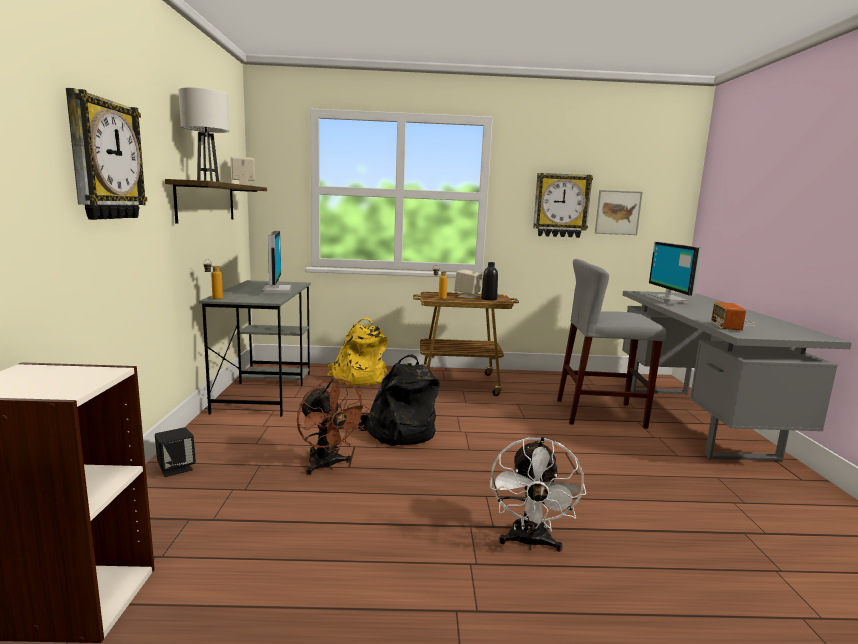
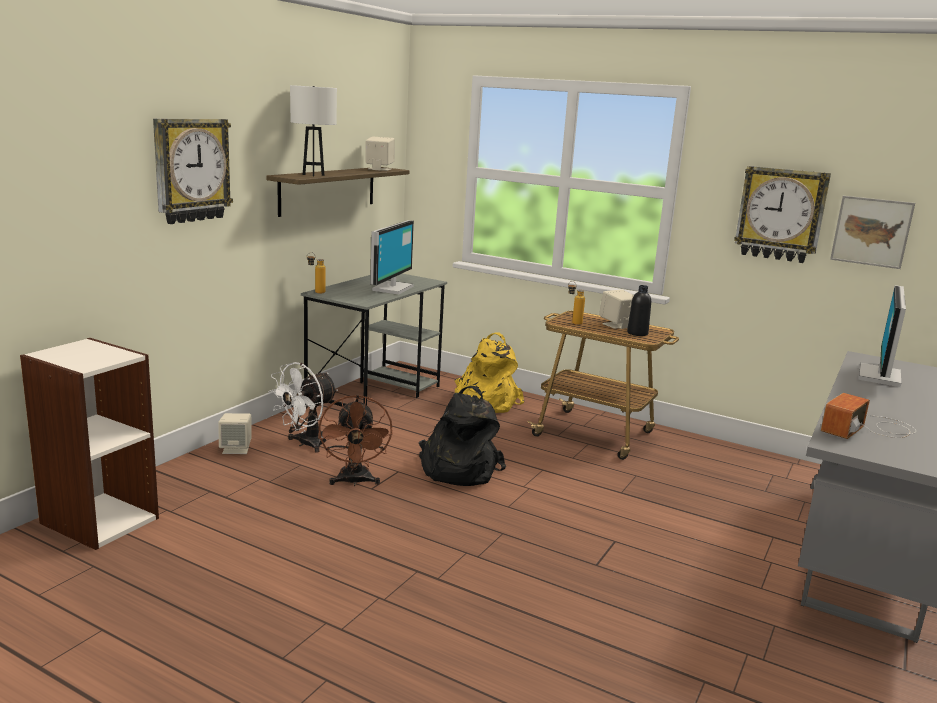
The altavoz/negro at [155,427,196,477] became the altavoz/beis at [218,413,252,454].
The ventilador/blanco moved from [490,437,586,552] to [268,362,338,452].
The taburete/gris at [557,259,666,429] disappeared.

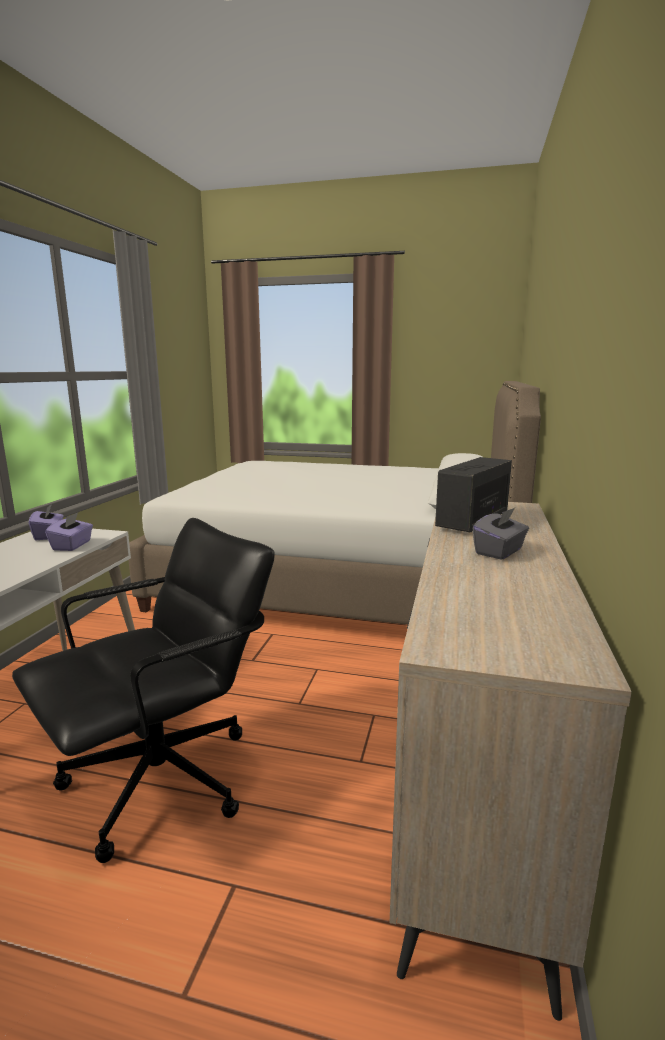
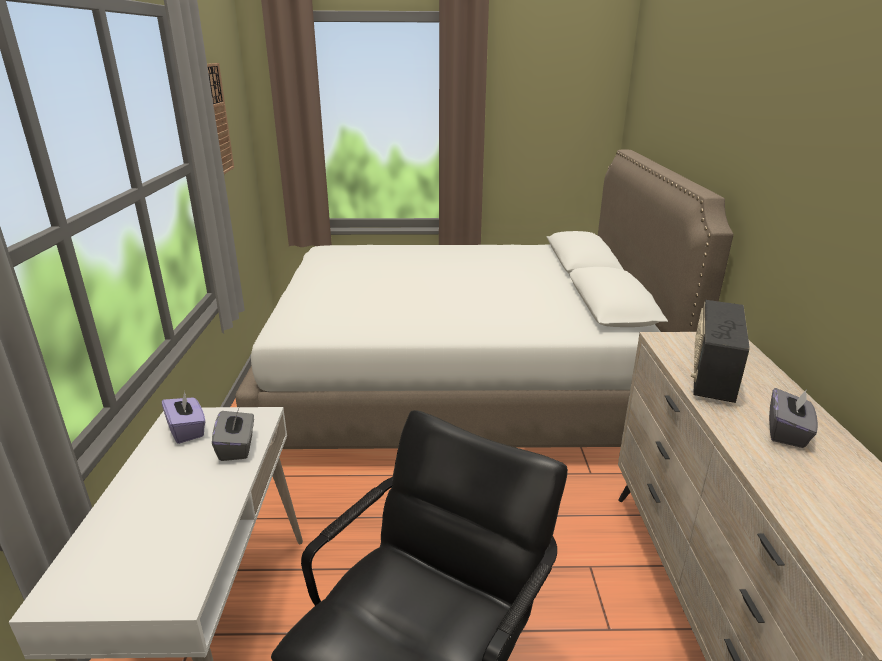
The caja de pañuelos/morado at [45,512,93,551] became the caja de pañuelos/gris at [212,406,254,461].
The reloj de pared at [207,63,234,174] appeared.

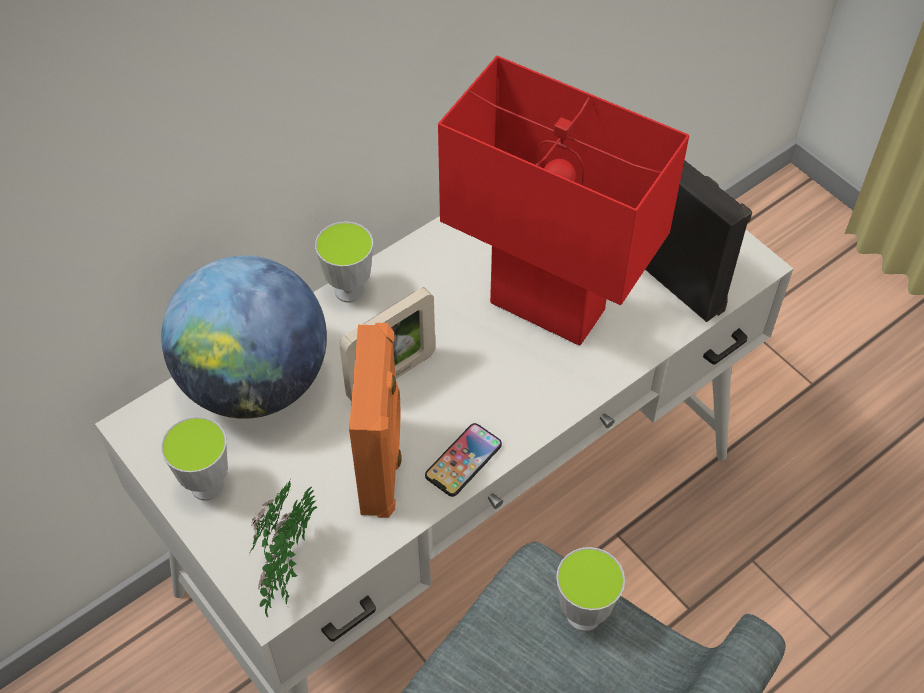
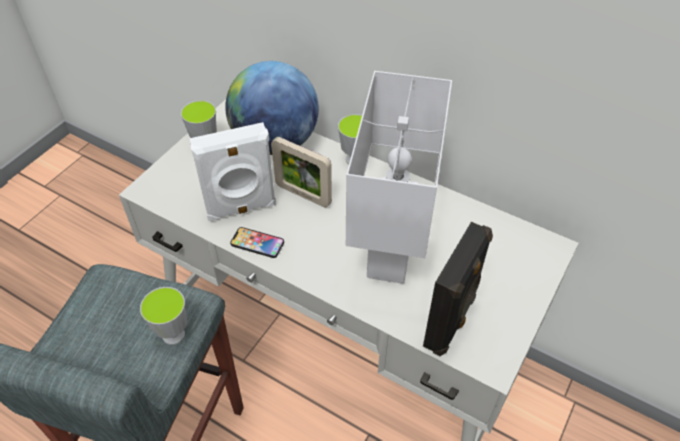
The planta en maceta at [250,479,317,618] disappeared.
The altavoz/naranja at [349,323,402,518] became the altavoz/blanco at [189,122,276,221].
The lámpara de mesa/rojo at [438,56,689,345] became the lámpara de mesa/blanco at [346,71,452,284].

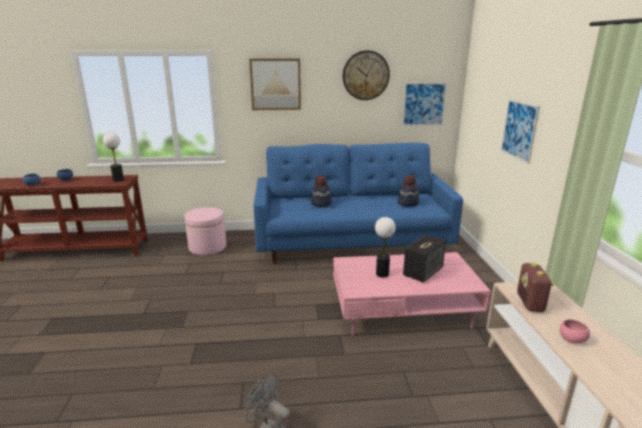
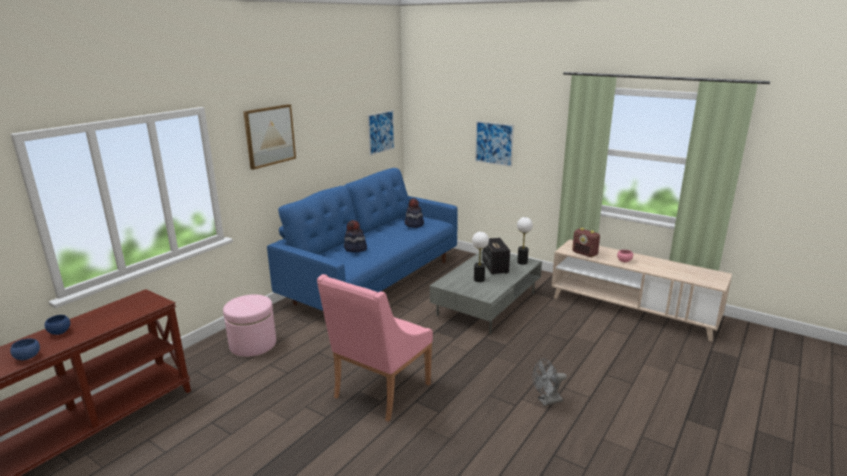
The lámpara de mesa moved from [103,132,124,182] to [517,217,533,265].
The mesa de centro/rosa at [333,252,491,336] became the mesa de centro/gris at [430,250,542,334].
The reloj de pared at [343,50,390,100] disappeared.
The sillón/rosa at [317,274,433,422] appeared.

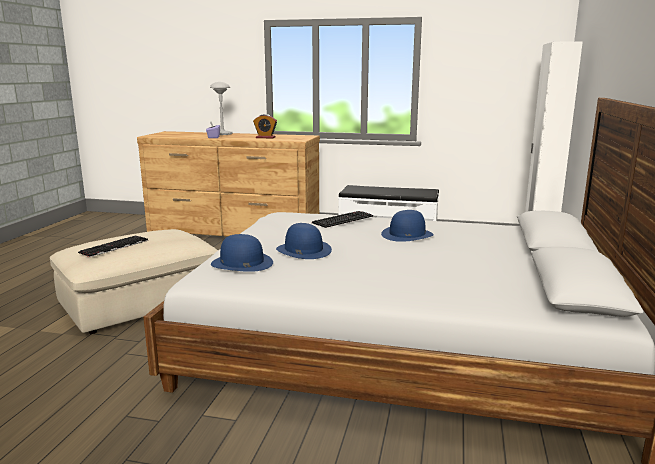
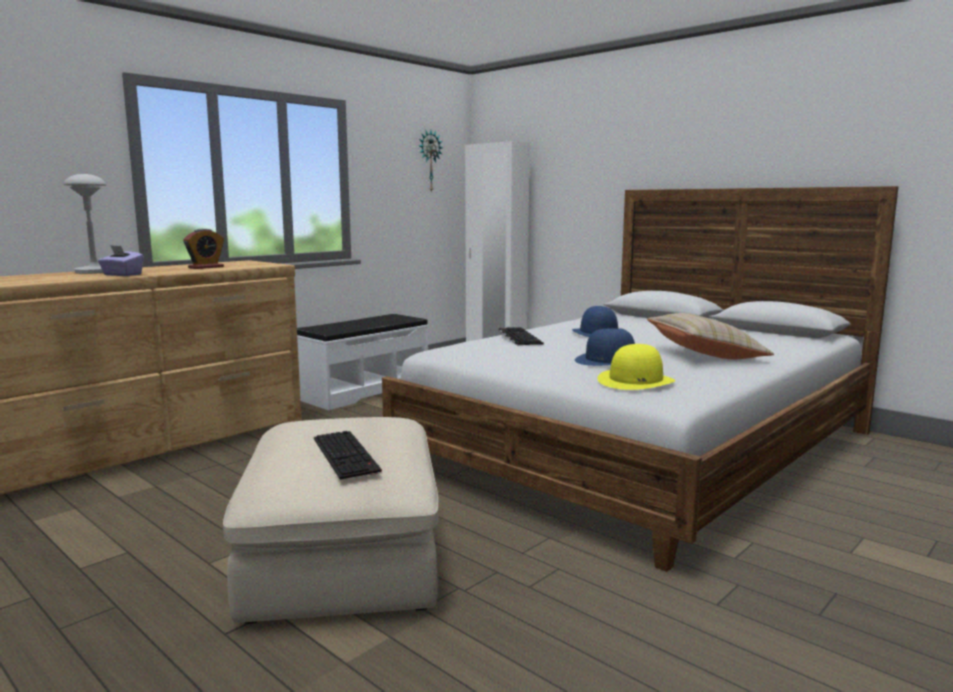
The sombrero/azul at [211,234,273,272] became the sombrero/amarillo at [597,344,675,390].
The reloj de pared at [419,130,443,193] appeared.
The cojín/beis at [647,313,774,359] appeared.

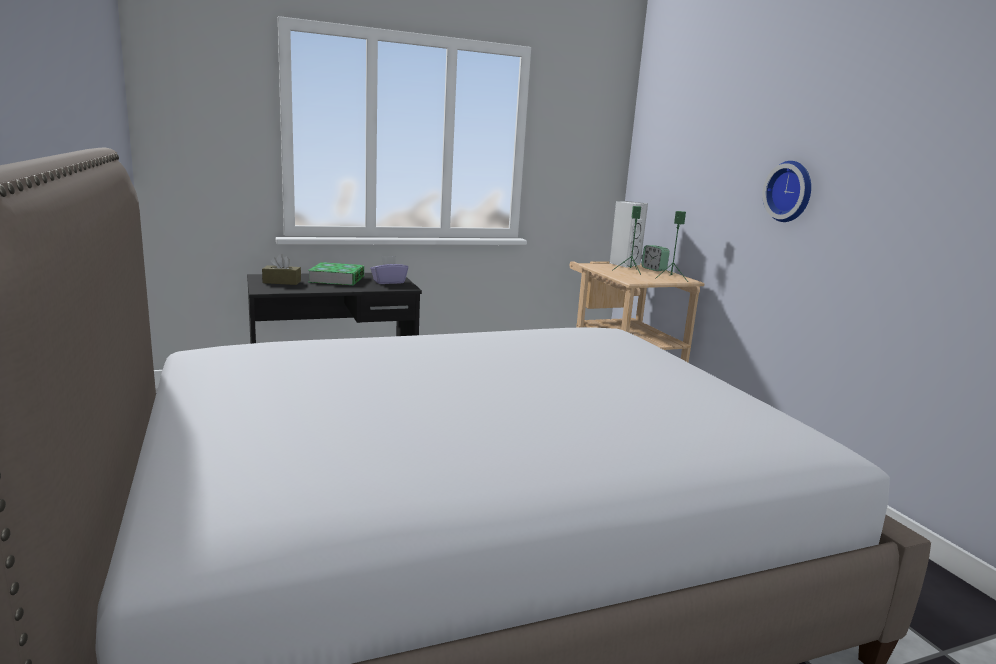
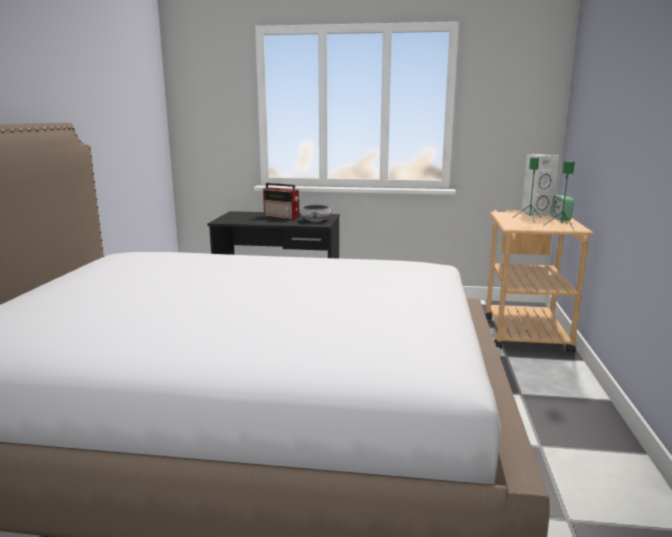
The caja de pañuelos/marrón at [262,254,301,285] disappeared.
The libro at [308,262,364,285] was replaced by the radio at [263,183,300,219].
The caja de pañuelos/morado at [370,256,408,284] was replaced by the cuenco at [299,205,333,221].
The reloj de pared at [762,161,811,222] disappeared.

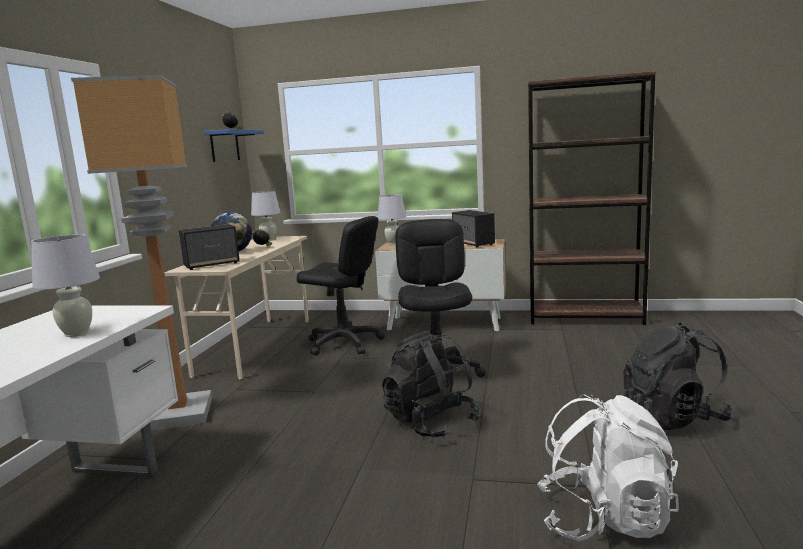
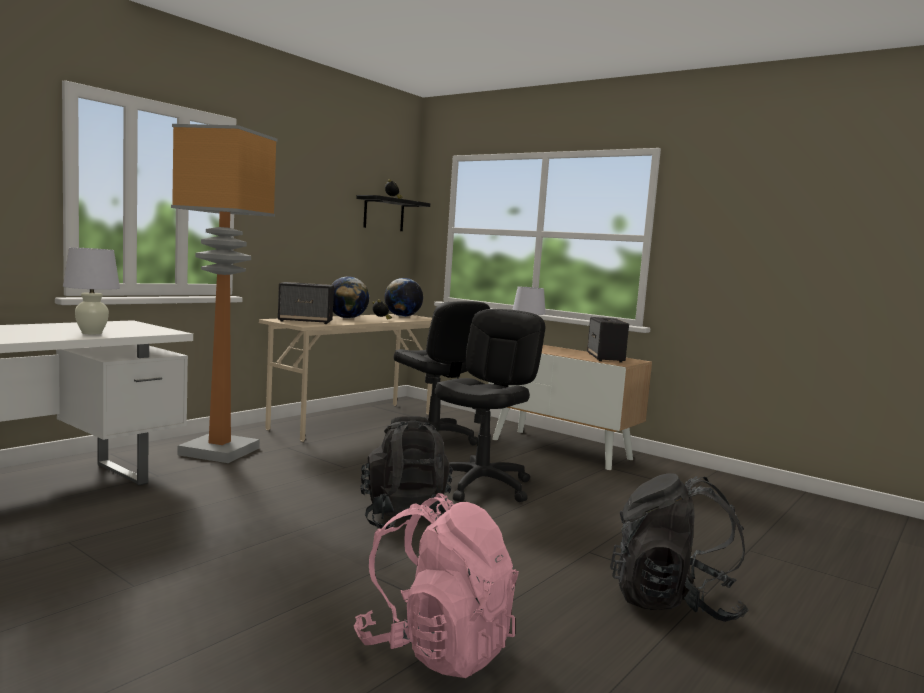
The estante/azul at [203,129,264,162] became the estante/negro at [356,195,430,231].
The lámpara de mesa/blanco at [251,191,281,241] was replaced by the globo terráqueo at [384,278,423,317].
The estantería/marrón at [528,71,656,325] disappeared.
The mochila/blanco at [537,395,679,541] became the mochila/rosa at [354,493,519,678].

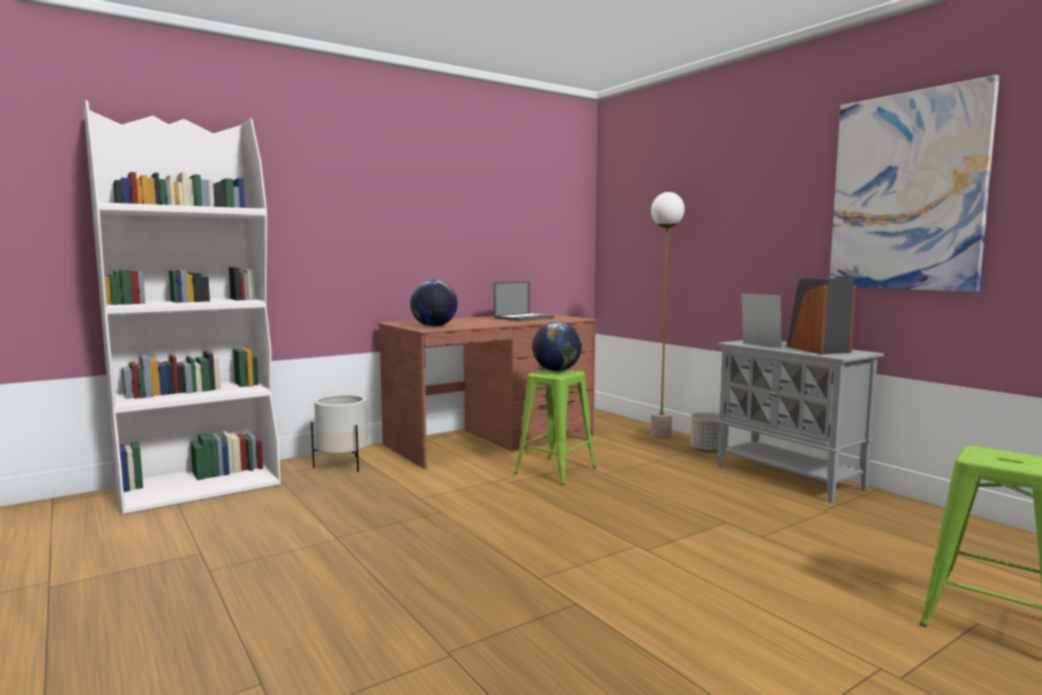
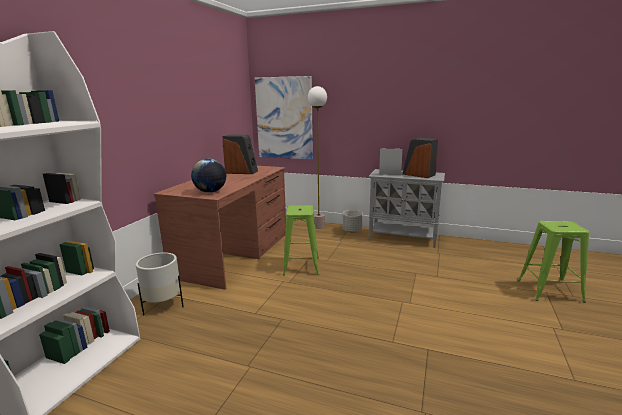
The portátil at [494,281,555,321] was replaced by the altavoz at [223,135,258,174].
The globo terráqueo at [532,322,582,371] disappeared.
The cuadro moved from [830,75,1000,292] to [255,76,313,160].

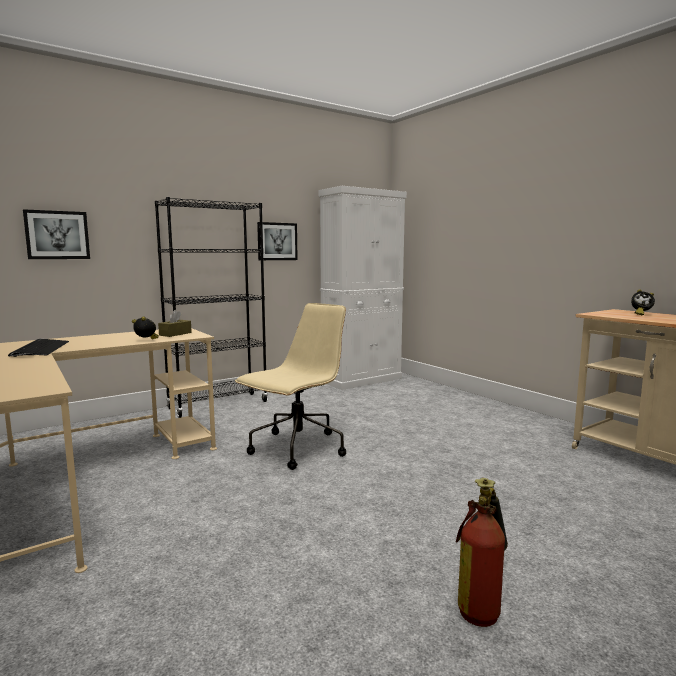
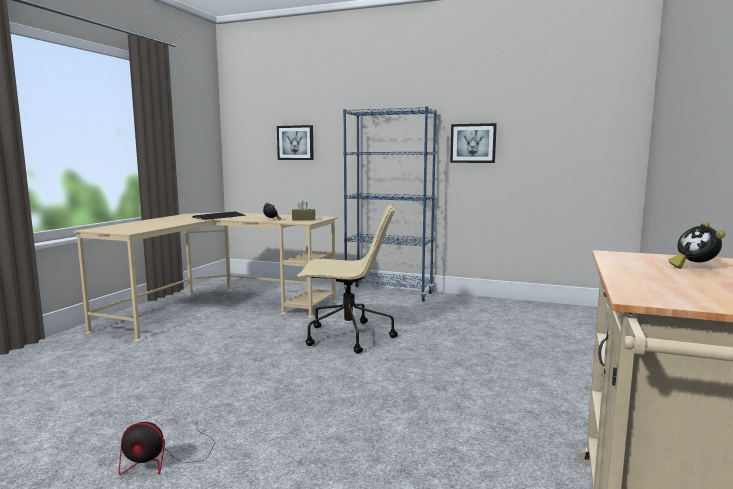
The estantería/negro at [155,197,268,418] became the estantería/azul at [343,106,437,302].
The armario/blanco at [319,186,407,390] disappeared.
The extintor at [456,478,508,627] was replaced by the ventilador at [118,420,215,475].

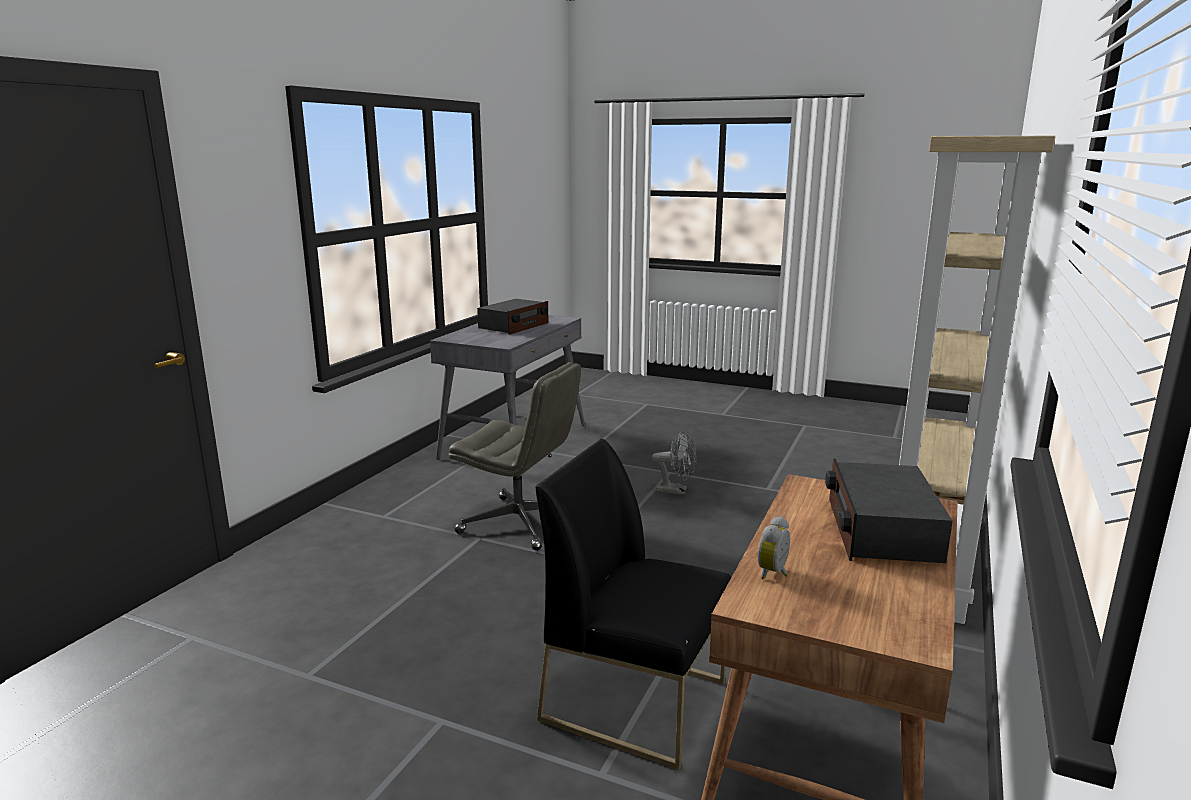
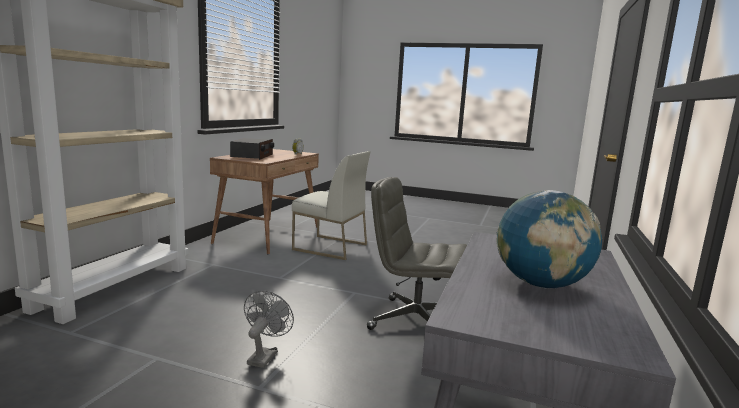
The radio at [477,299,549,335] was replaced by the globo terráqueo at [496,190,602,289].
The silla/negro at [535,439,731,770] became the silla/blanco at [292,151,371,260].
The ventilador/gris at [652,432,697,495] turned 90 degrees clockwise.

